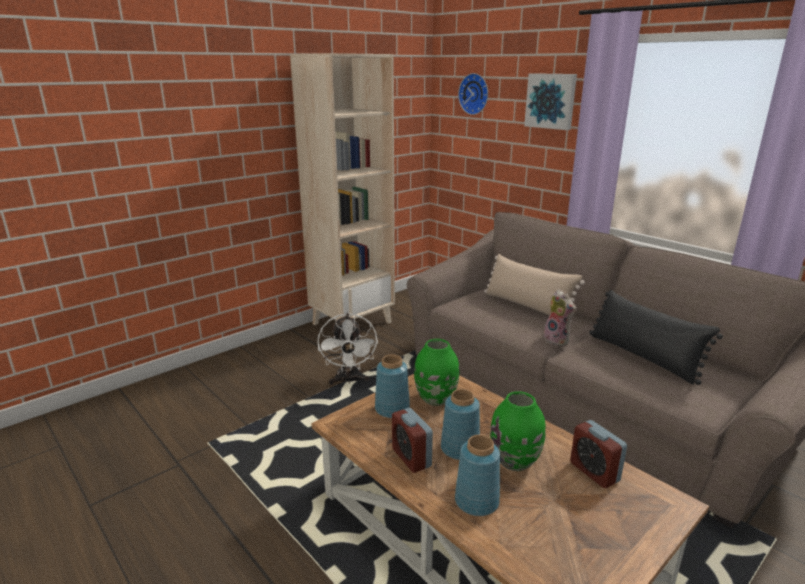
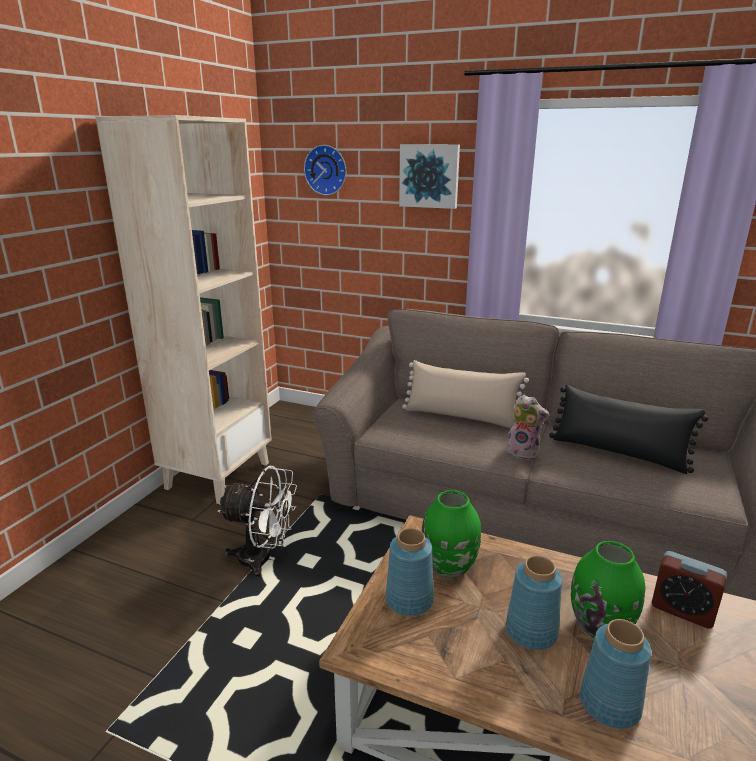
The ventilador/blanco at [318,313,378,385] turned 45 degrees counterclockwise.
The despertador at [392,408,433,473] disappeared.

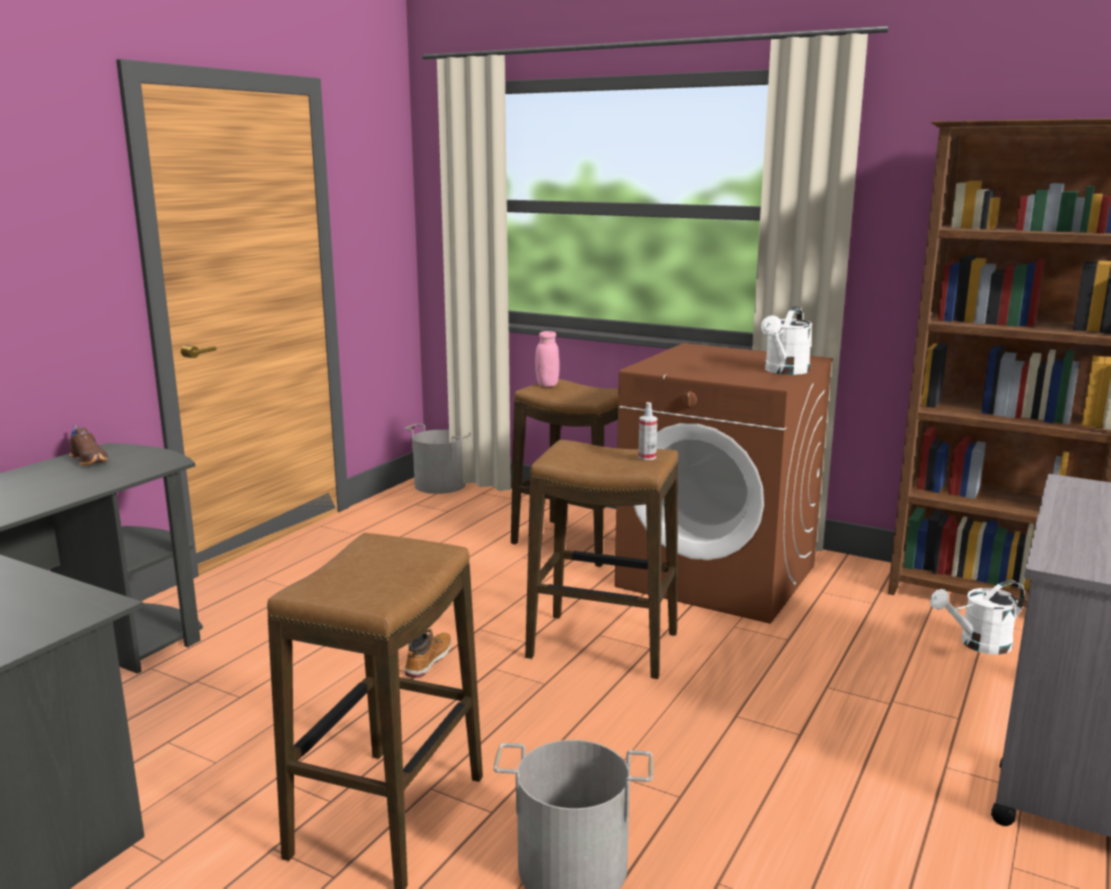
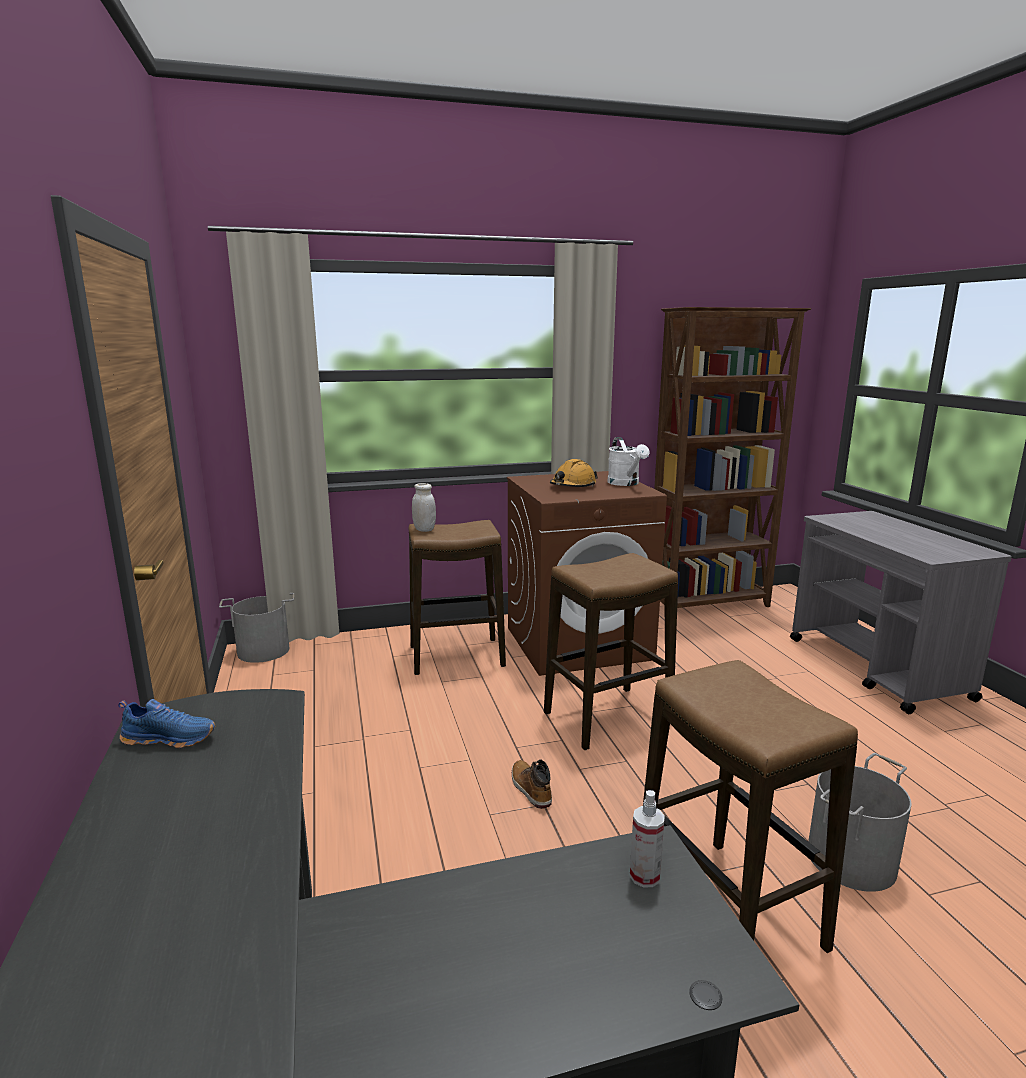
The zapato/marrón at [69,425,109,466] became the zapato/azul at [118,699,216,748].
The tarro/rosa at [535,331,560,387] became the tarro/blanco at [412,483,436,532].
The pulverizador moved from [638,402,657,460] to [630,790,665,887].
The regadera/blanco at [930,580,1025,655] disappeared.
The casco/naranja at [550,459,598,487] appeared.

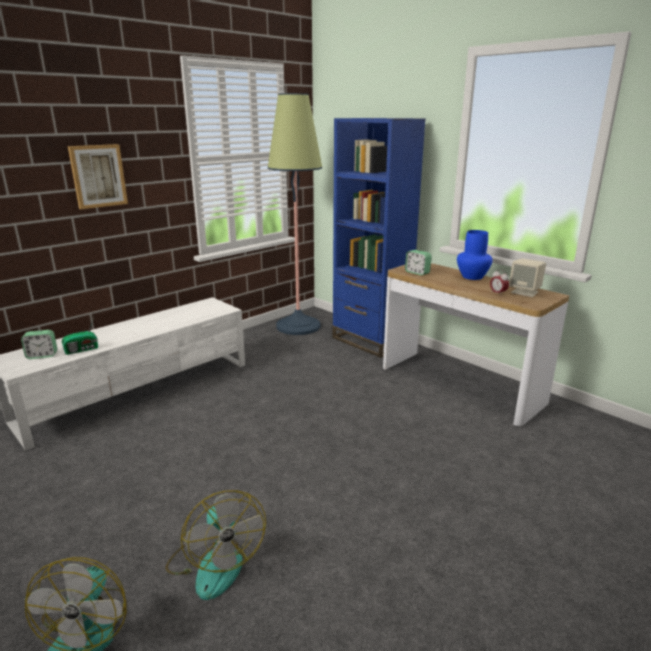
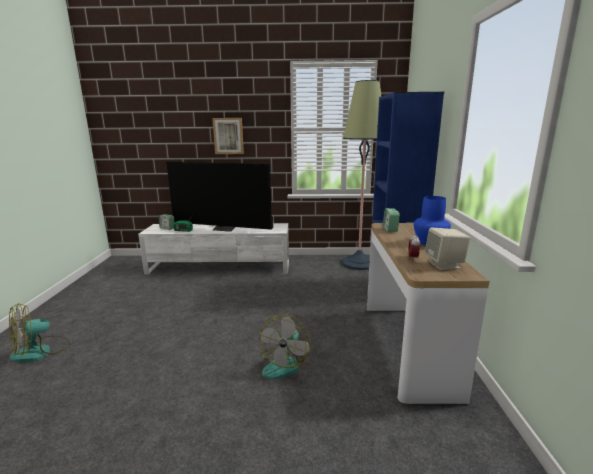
The ventilador moved from [166,490,266,600] to [260,314,311,379].
The televisor at [166,162,273,232] appeared.

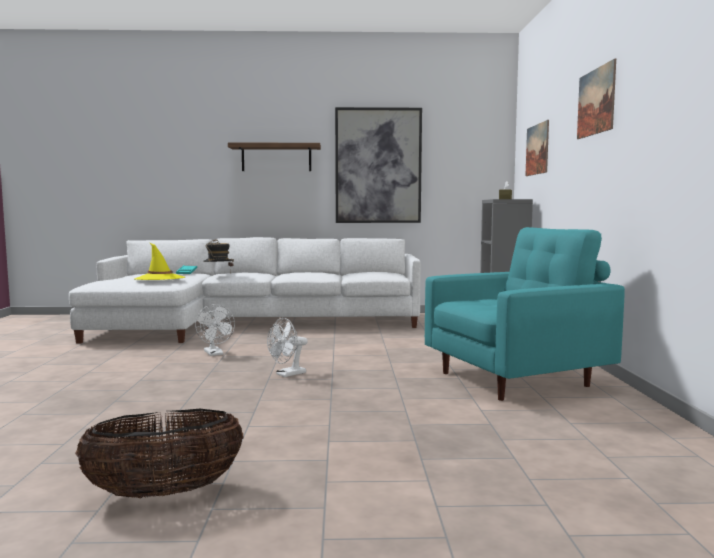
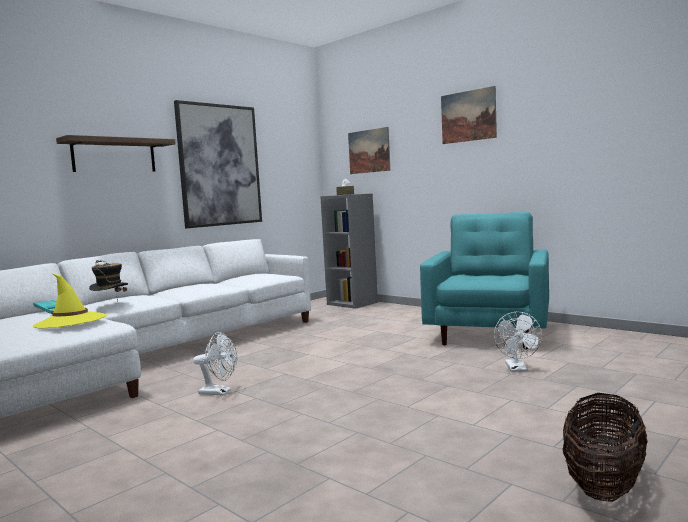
The ventilador/blanco moved from [267,318,308,377] to [494,312,542,372].

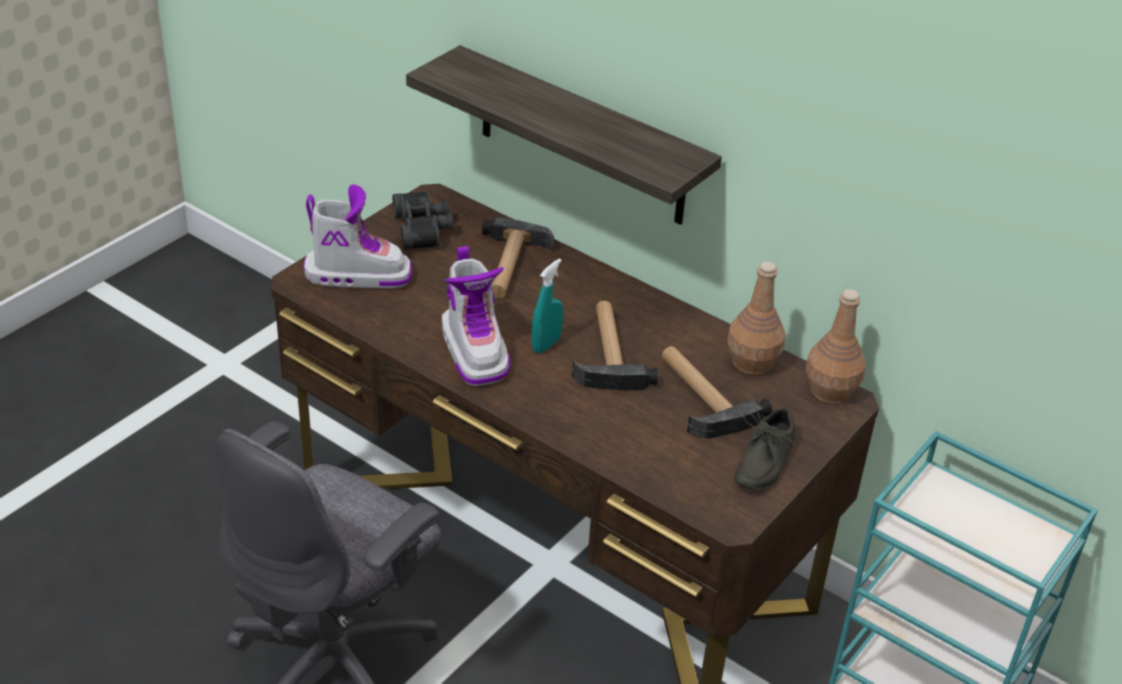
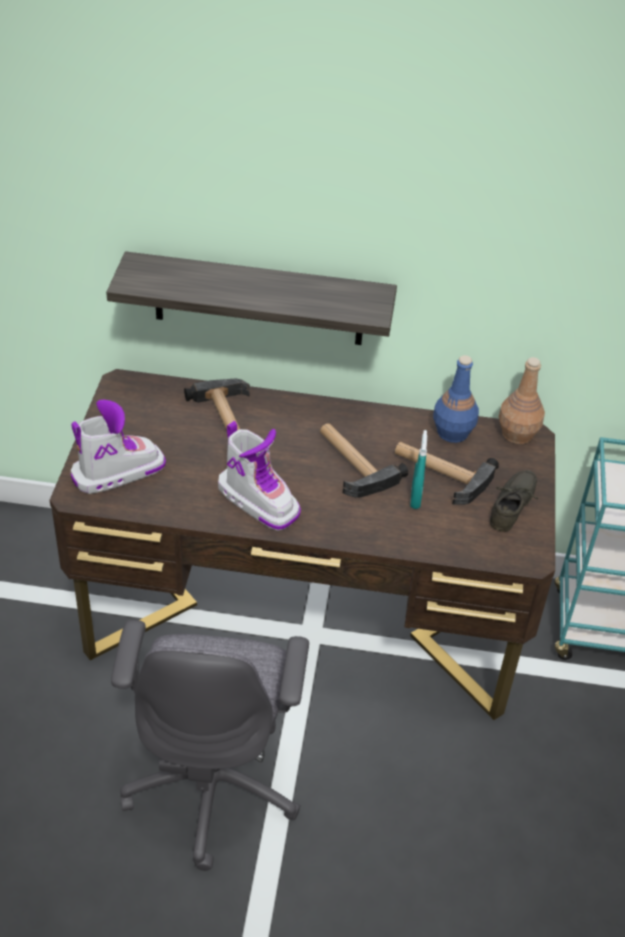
The prismáticos/negro at [392,191,453,250] disappeared.
The pulverizador/turquesa moved from [532,258,563,354] to [410,430,427,509].
The botella/marrón at [727,261,786,375] became the botella/azul at [433,355,479,443].
The zapato/gris at [734,405,795,491] turned 150 degrees counterclockwise.

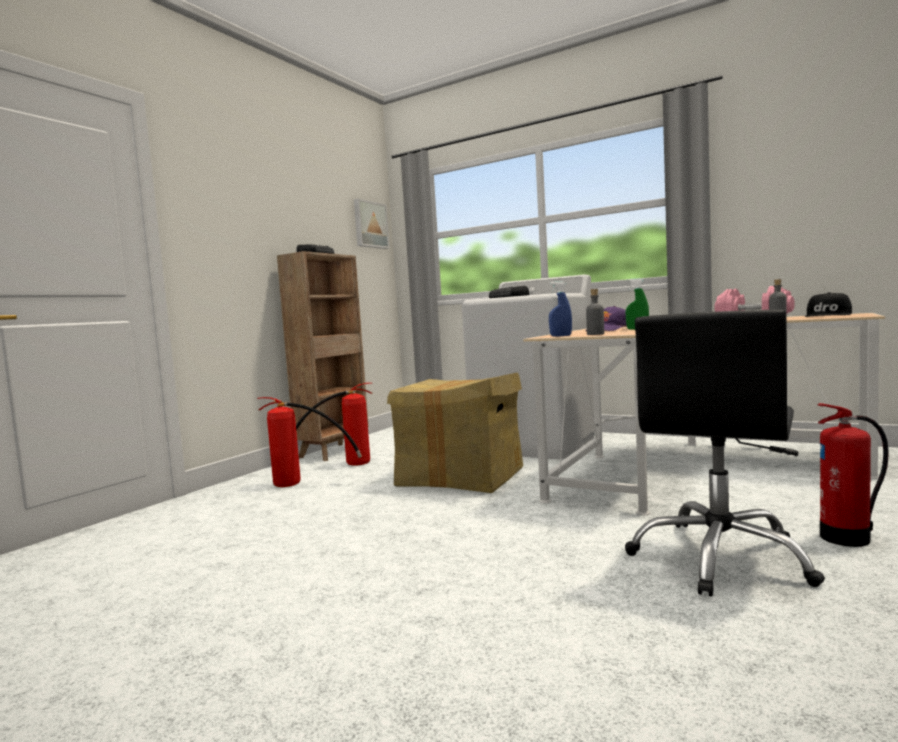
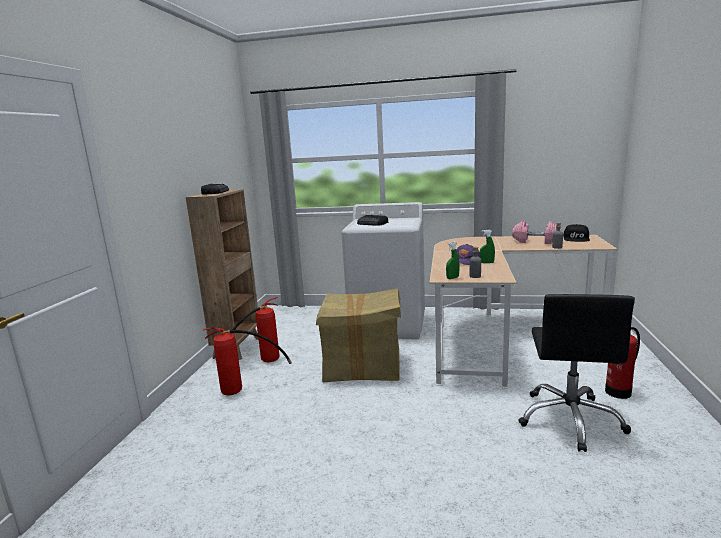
The cuadro at [354,199,389,249] disappeared.
The pulverizador/azul at [549,281,572,337] became the pulverizador/verde at [446,242,460,279].

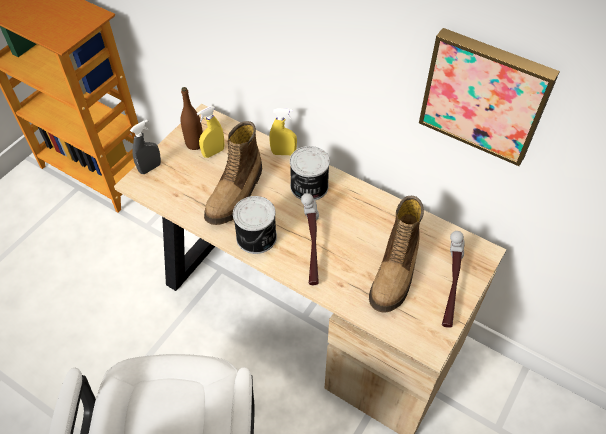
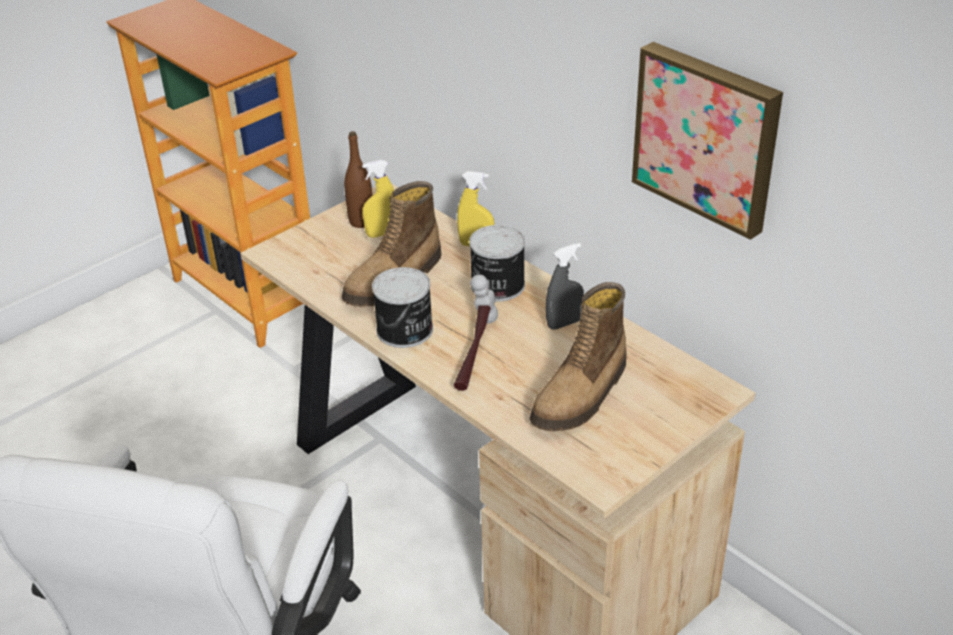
The pulverizador/gris moved from [130,120,161,174] to [546,243,584,330].
The martillo at [442,231,465,328] disappeared.

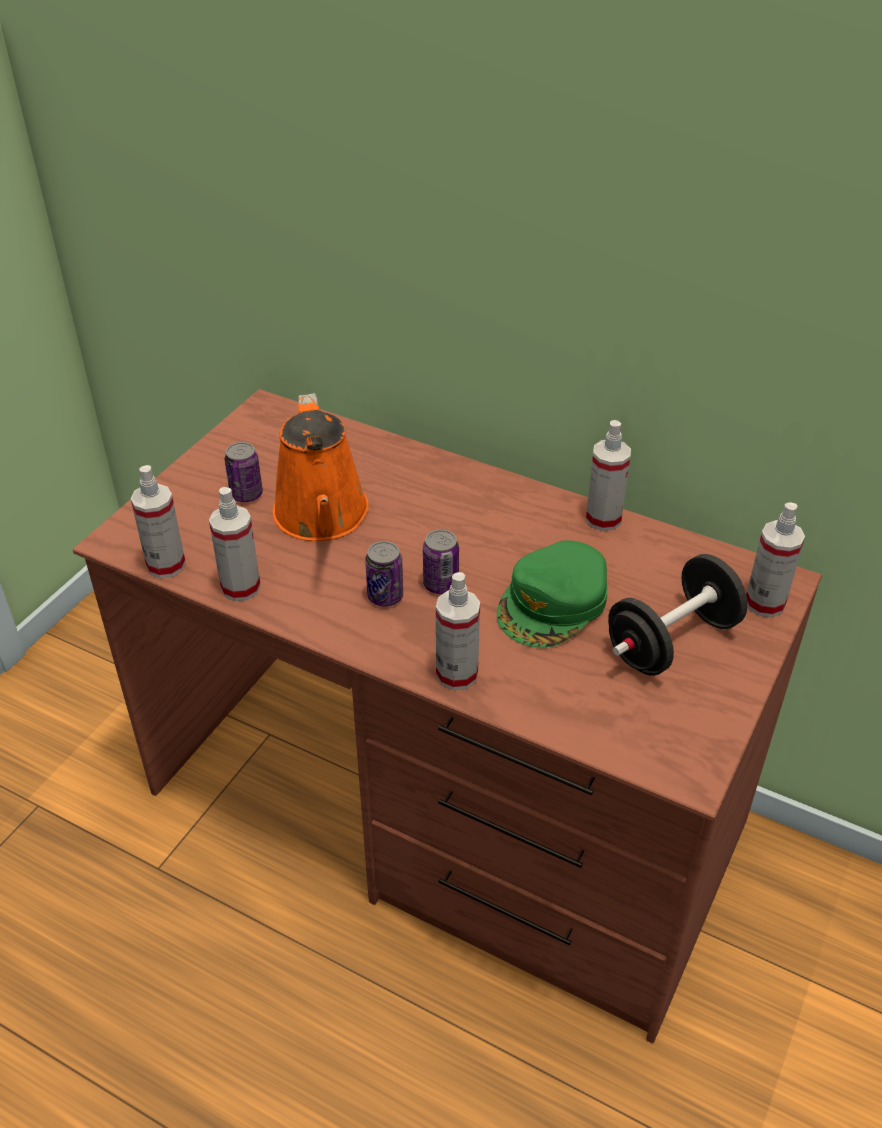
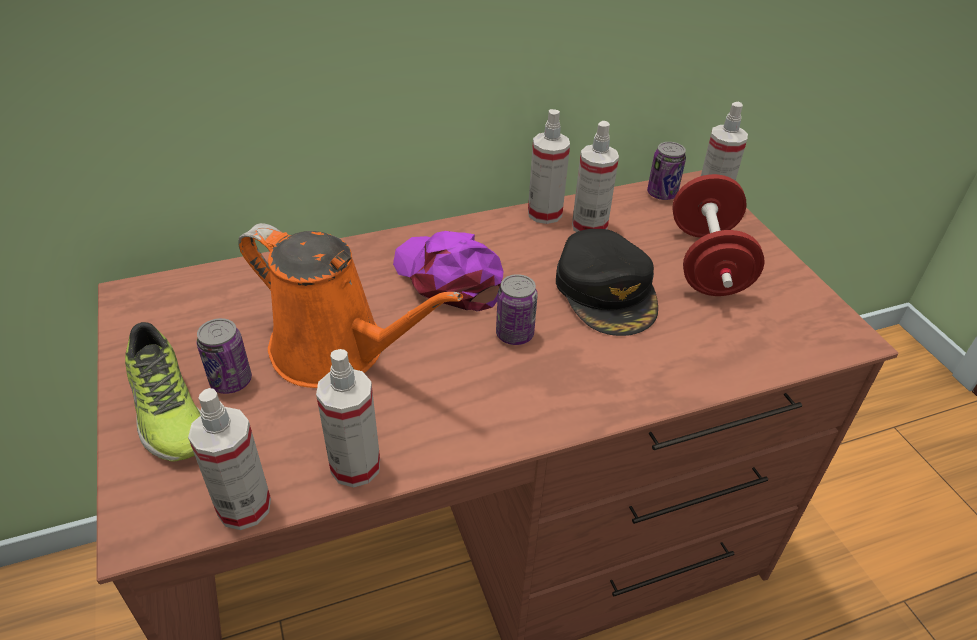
The lata moved from [365,541,403,607] to [647,142,686,200].
The pulverizador moved from [436,572,480,690] to [572,121,619,232].
The gorra/verde at [497,540,608,648] became the gorra/negro at [556,229,658,336].
The mancuerna/negro at [608,554,748,676] became the mancuerna/rojo at [672,174,765,296].
The zapato at [125,322,201,462] appeared.
The gorra/morado at [393,231,503,312] appeared.

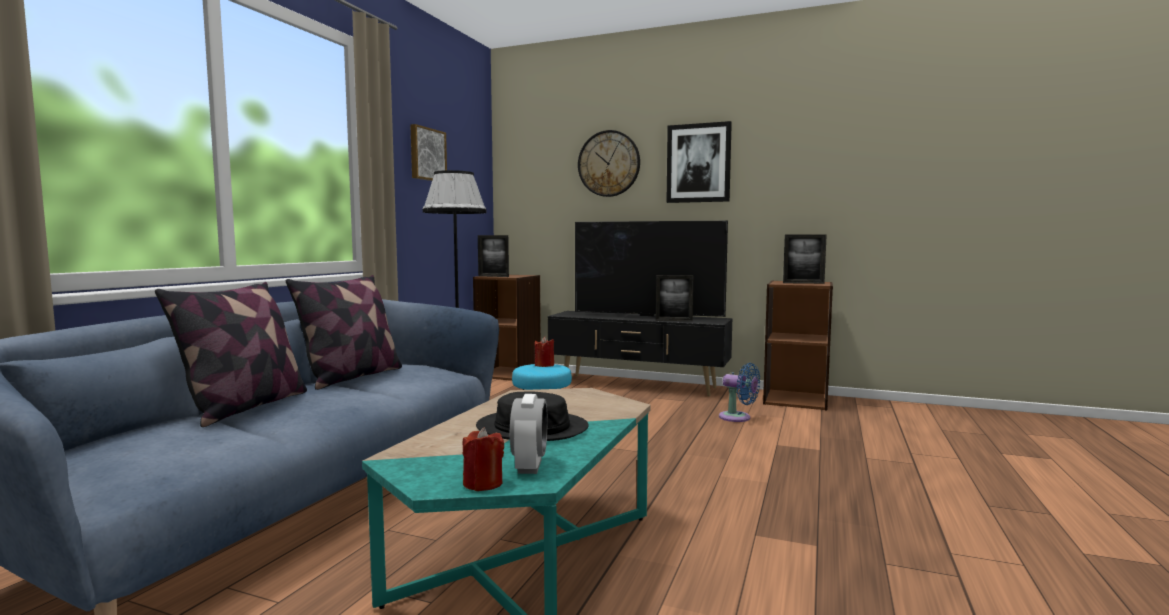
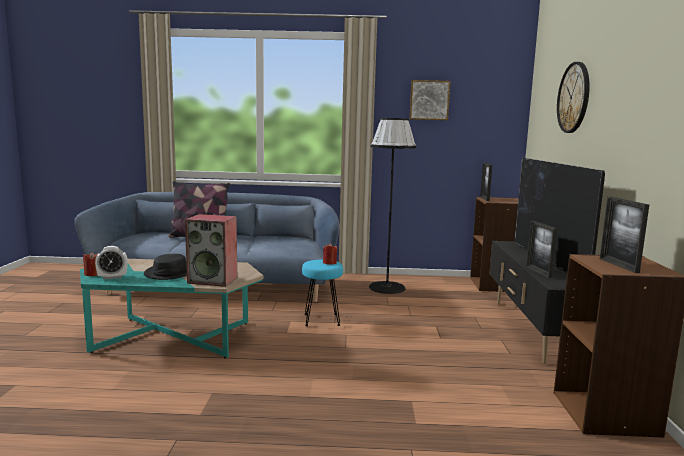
The cojín at [286,275,402,390] disappeared.
The cuadro at [666,121,732,203] disappeared.
The ventilador/azul at [719,363,760,422] disappeared.
The altavoz at [185,214,237,287] appeared.

